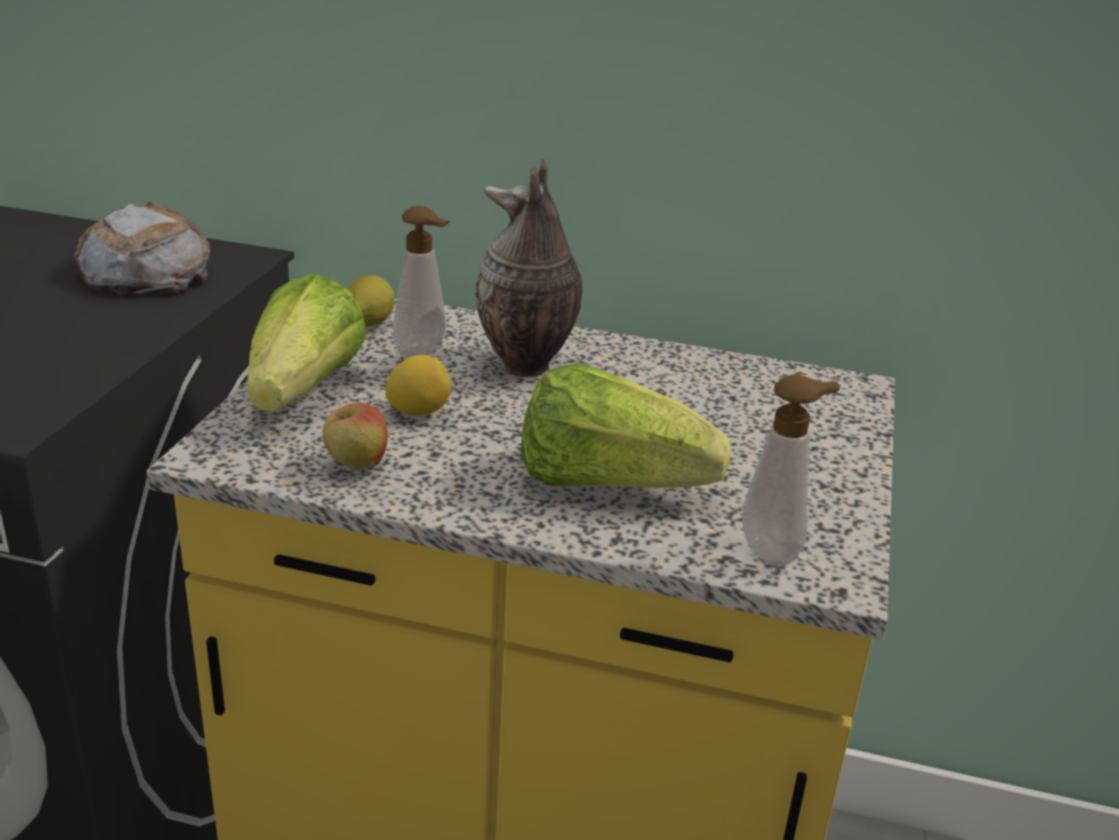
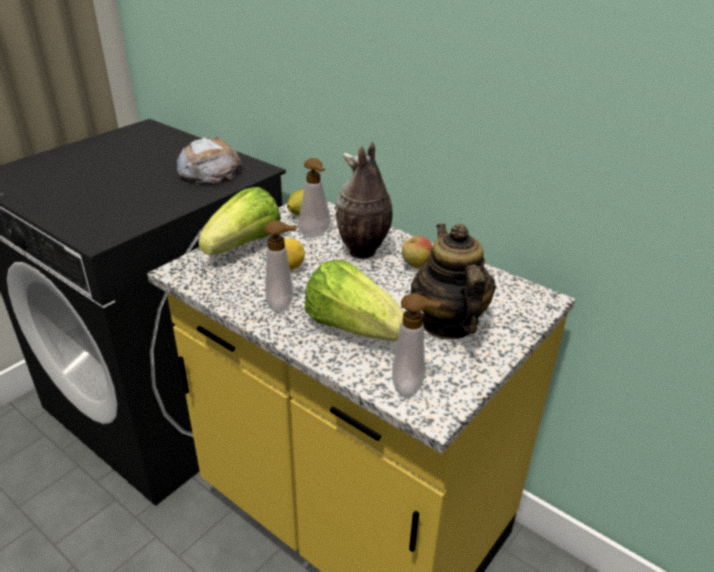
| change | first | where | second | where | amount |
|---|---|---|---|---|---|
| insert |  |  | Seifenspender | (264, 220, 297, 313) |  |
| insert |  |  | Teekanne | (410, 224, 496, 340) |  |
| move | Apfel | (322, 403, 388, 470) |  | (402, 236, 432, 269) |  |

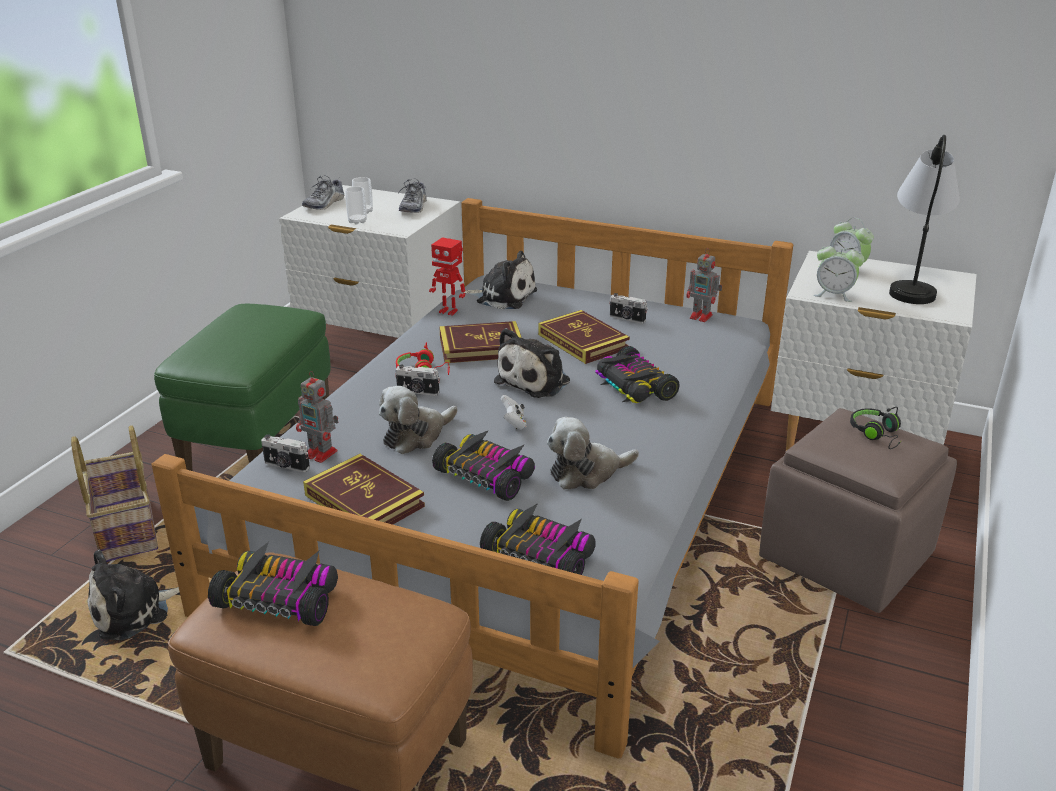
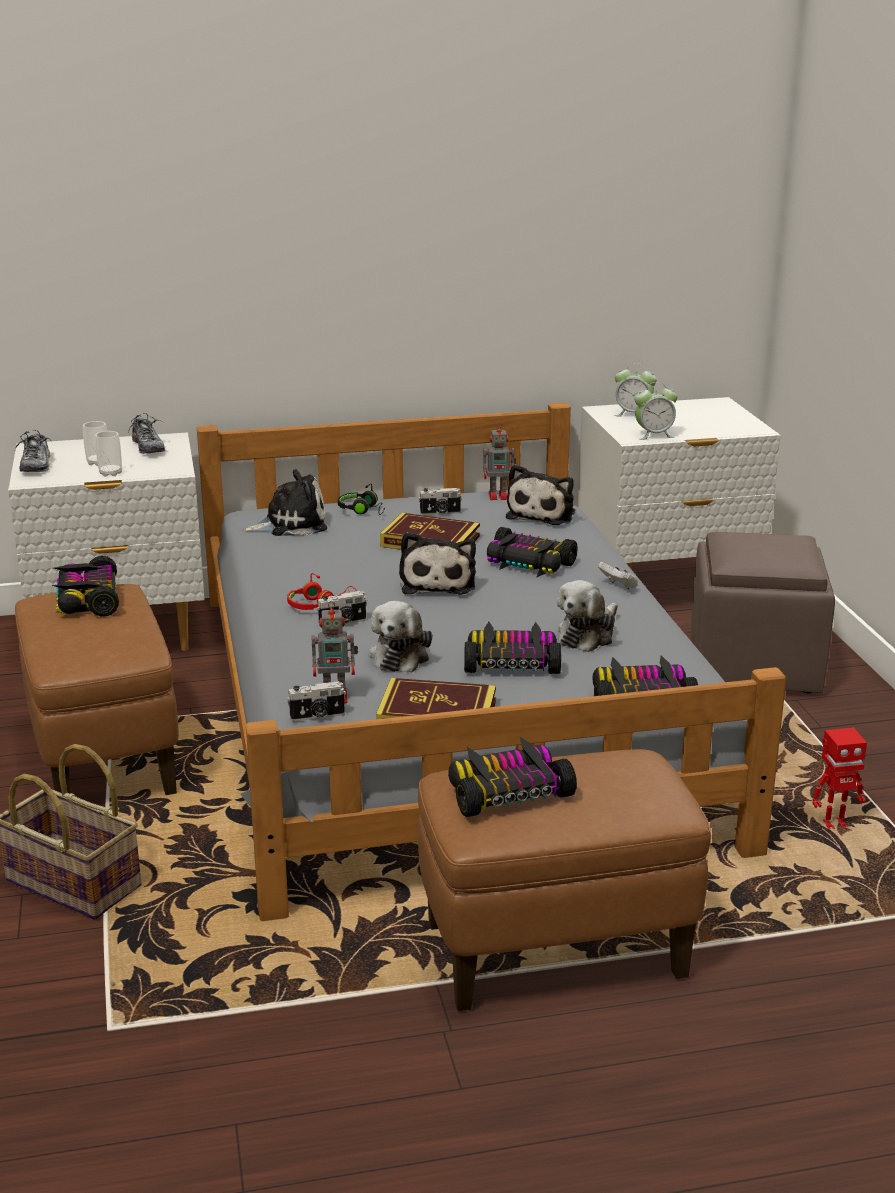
| change | first | where | second | where | amount |
|---|---|---|---|---|---|
| delete | Buch | (439, 321, 522, 363) |  |  |  |
| delete | Tischlampe | (889, 135, 960, 304) |  |  |  |
| insert |  |  | Spielzeugauto | (52, 556, 119, 617) |  |
| move | Plüschtier | (88, 550, 180, 640) |  | (506, 464, 575, 525) |  |
| move | Spielzeugroboter | (429, 237, 465, 316) |  | (813, 727, 867, 829) |  |
| move | Gamepad/weiß | (501, 395, 527, 430) |  | (598, 562, 638, 589) |  |
| move | Kopfhörer/schwarz | (850, 407, 902, 449) |  | (338, 484, 385, 515) |  |
| recolor | Polsterhocker/grün | (154, 304, 331, 471) | Polsterhocker/braun | (15, 584, 179, 795) |  |

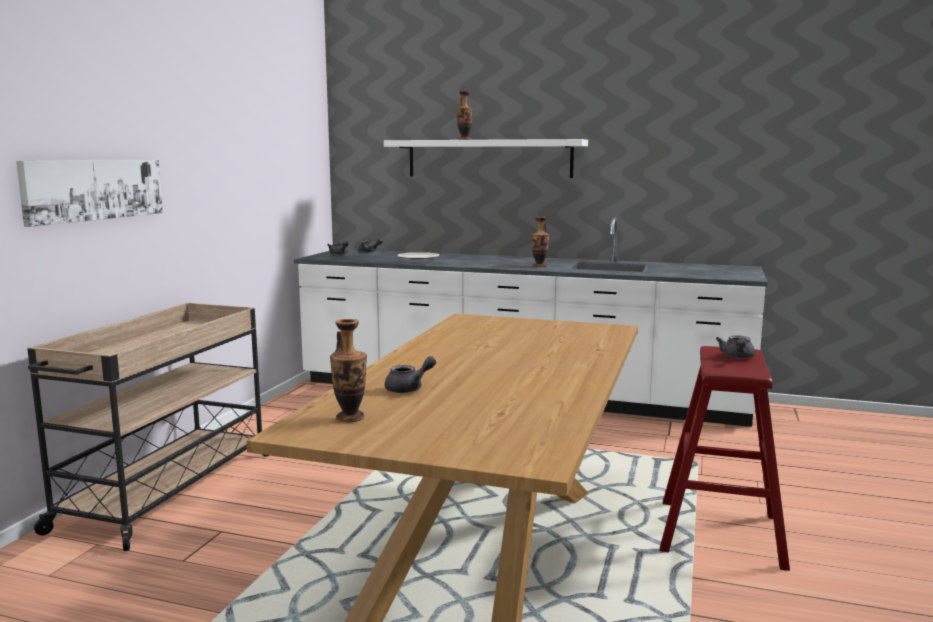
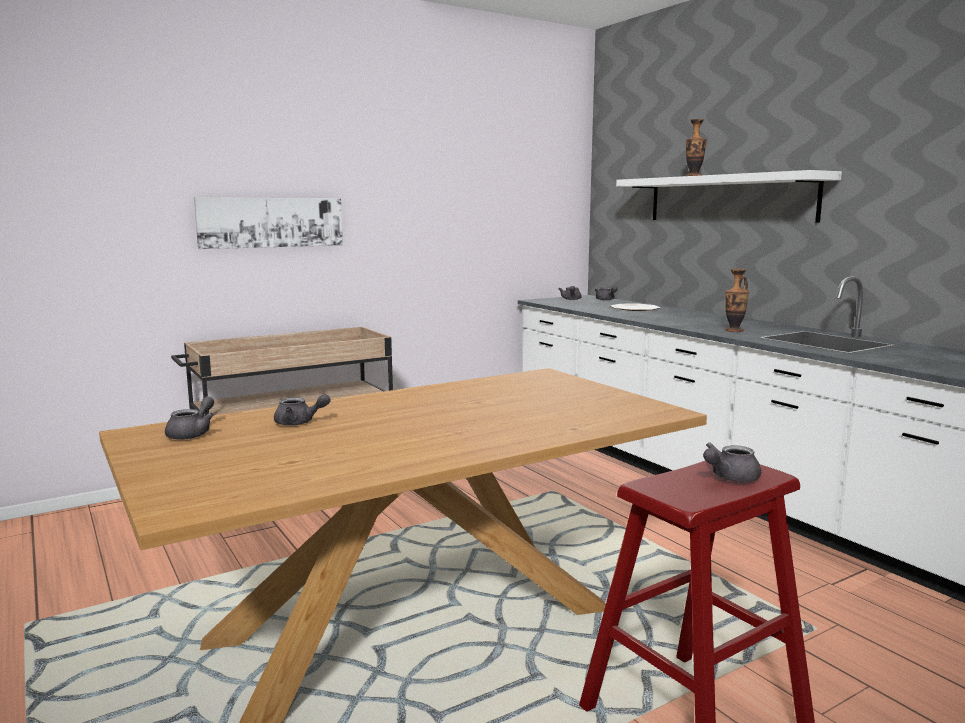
| change | first | where | second | where | amount |
|---|---|---|---|---|---|
| replace | Vase | (330, 319, 367, 422) | Teekanne/grau | (165, 396, 214, 440) |  |

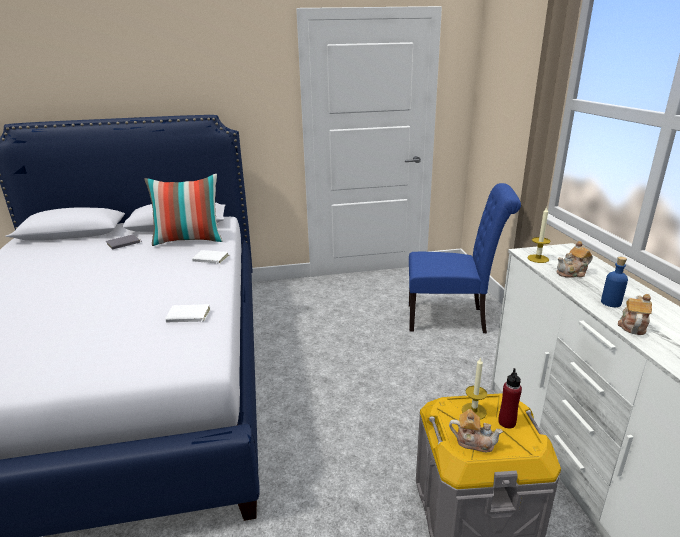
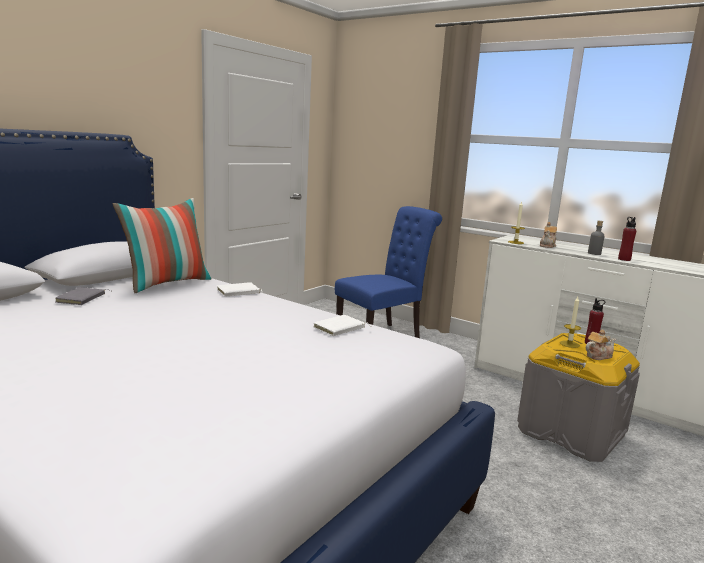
| change | first | where | second | where | amount |
|---|---|---|---|---|---|
| replace | Teekanne | (618, 294, 652, 335) | Flasche/rot | (618, 217, 636, 261) |  |
| recolor | Flasche/blau | (601, 257, 628, 307) | Flasche/grau | (588, 221, 604, 255) |  |

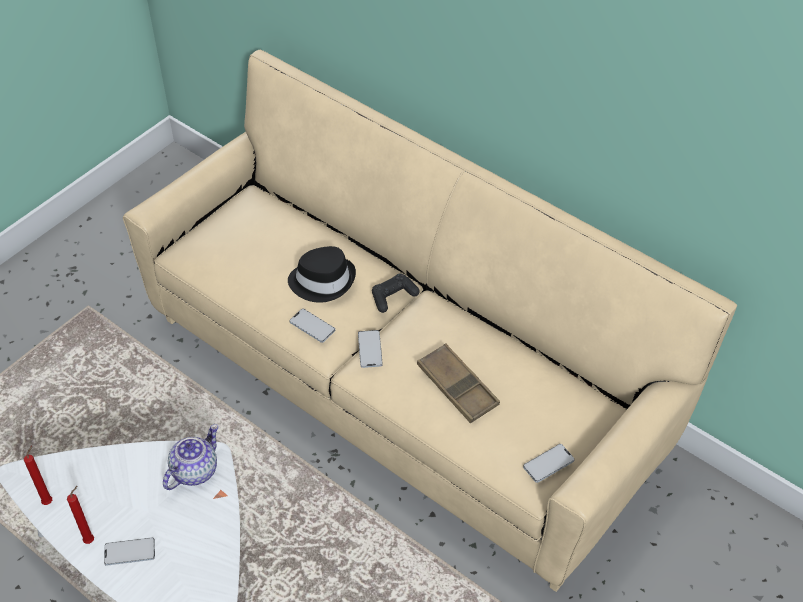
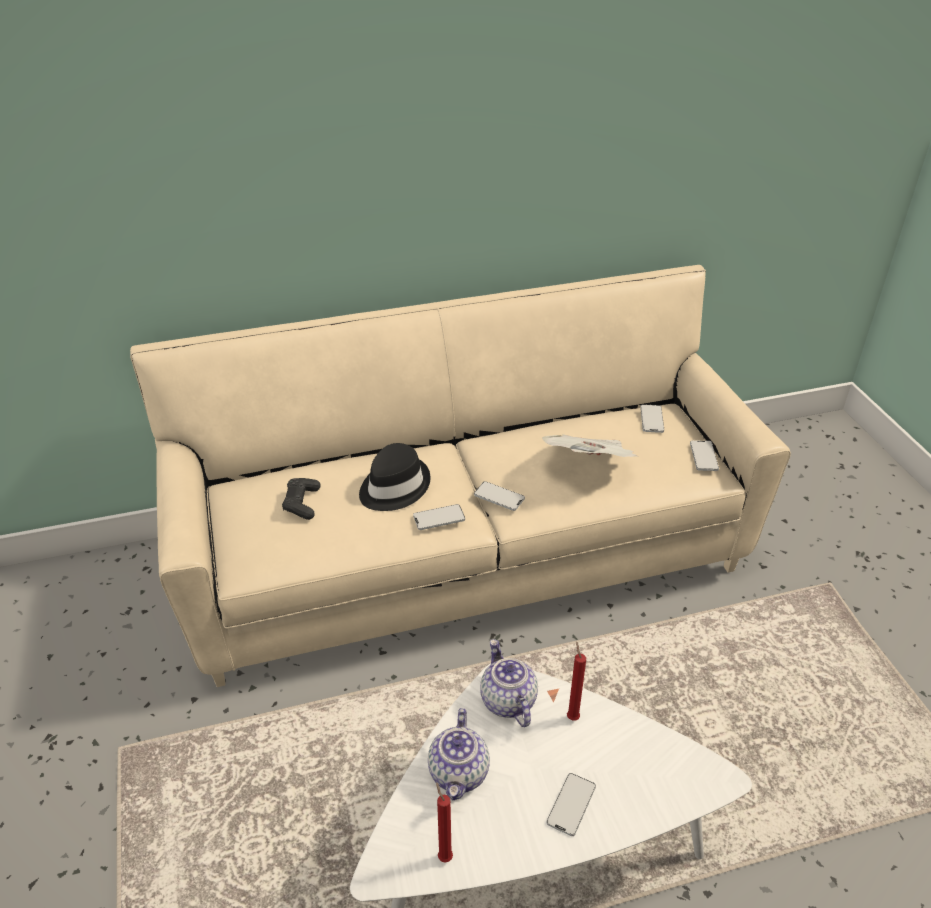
| change | first | where | second | where | amount |
|---|---|---|---|---|---|
| insert |  |  | Teekanne | (428, 708, 490, 800) |  |
| insert |  |  | Handy | (640, 404, 664, 433) |  |
| move | Kerze/rot | (67, 486, 94, 544) |  | (567, 642, 586, 721) |  |
| move | Gamepad/schwarz | (372, 273, 420, 313) |  | (282, 478, 321, 520) |  |
| replace | Tablett/braun | (417, 343, 500, 424) | Zeitung | (542, 434, 638, 457) |  |

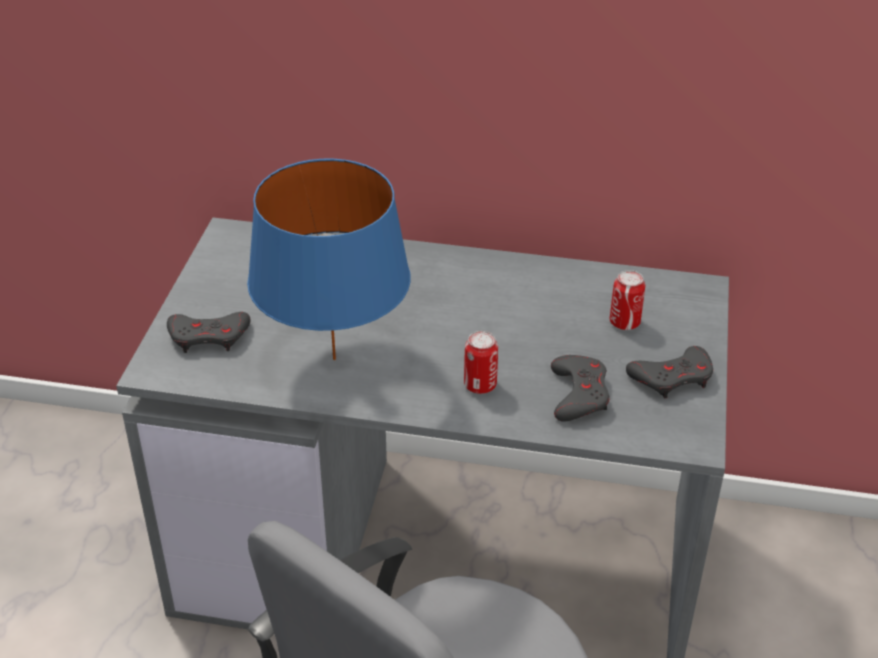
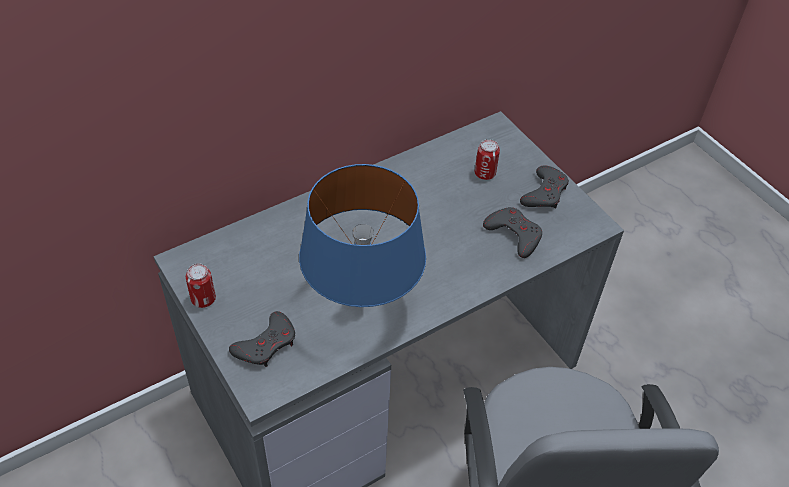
| change | first | where | second | where | amount |
|---|---|---|---|---|---|
| move | Dose | (464, 331, 498, 394) |  | (186, 263, 216, 308) |  |

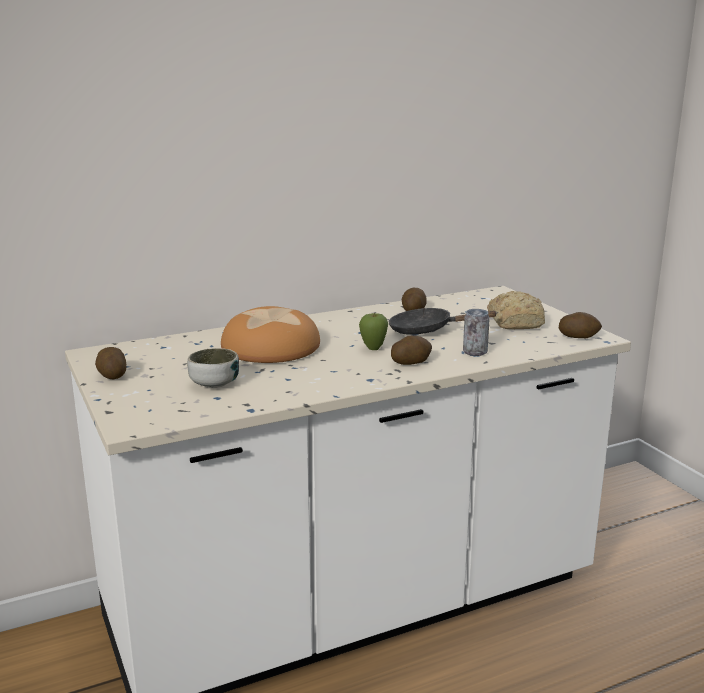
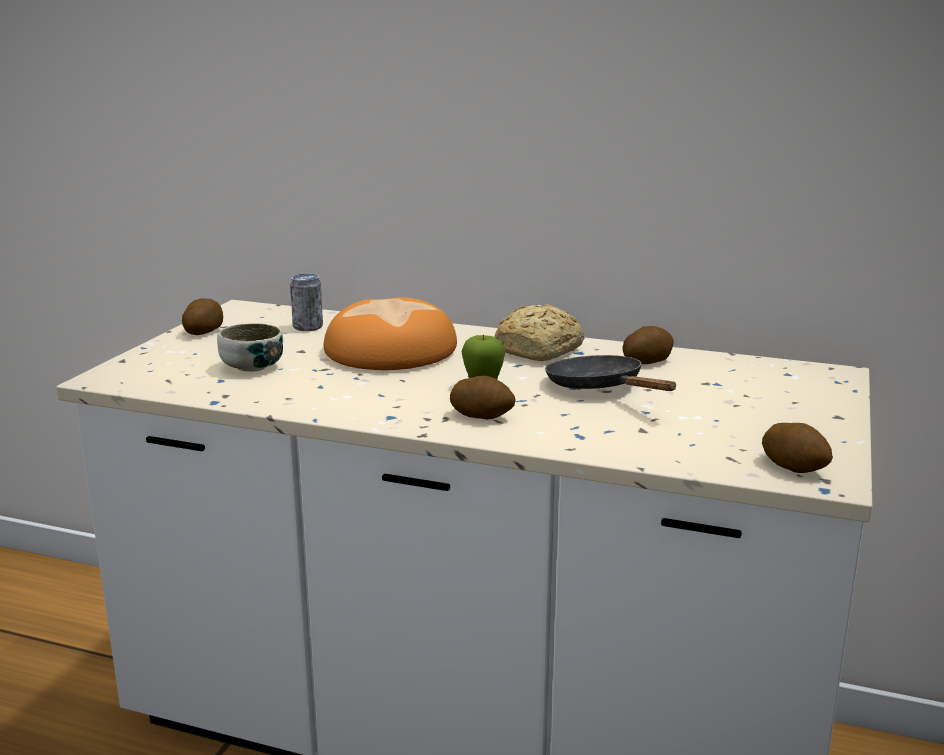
| change | first | where | second | where | amount |
|---|---|---|---|---|---|
| move | Dose | (463, 309, 490, 356) |  | (290, 274, 323, 331) |  |
| move | Brot | (487, 291, 545, 329) |  | (495, 304, 584, 361) |  |

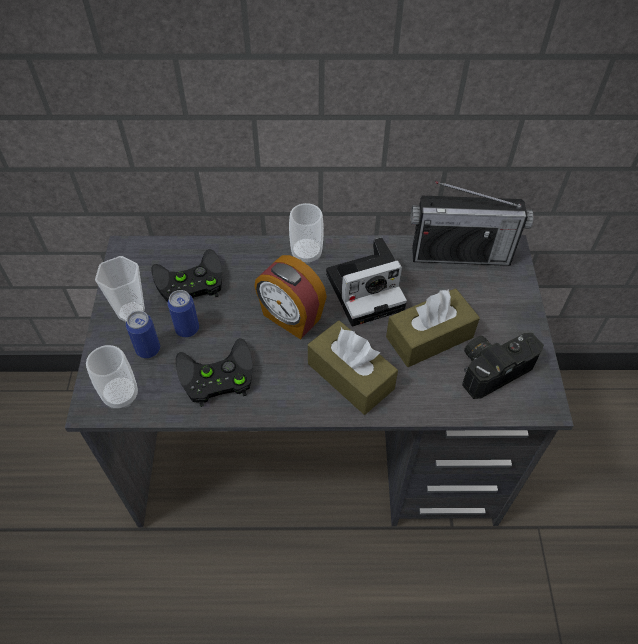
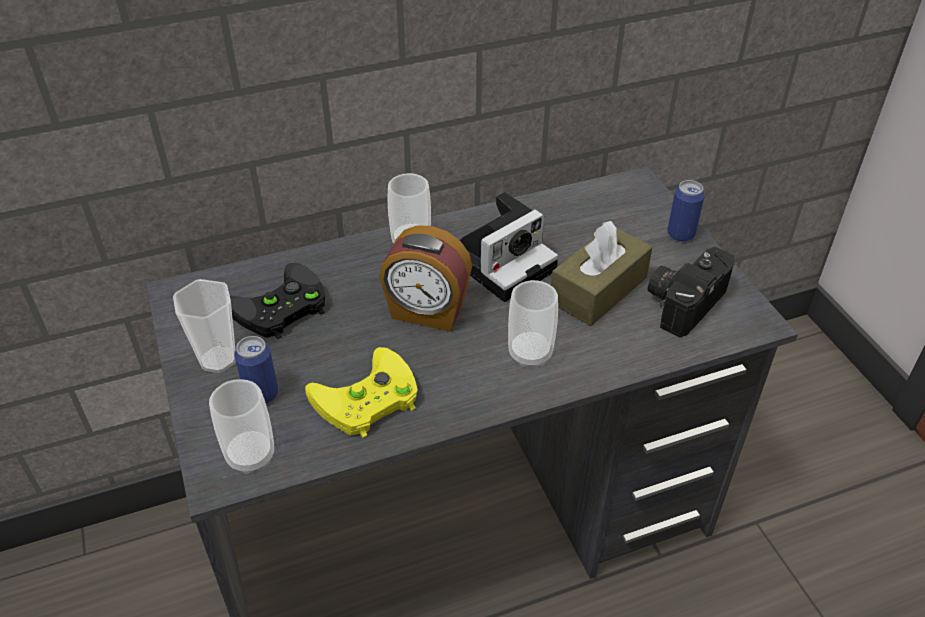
| change | first | where | second | where | amount |
|---|---|---|---|---|---|
| delete | Radio | (411, 181, 533, 266) |  |  |  |
| move | Dose | (168, 290, 199, 337) |  | (667, 180, 705, 242) |  |
| replace | Taschentuchbox/braun | (308, 320, 398, 415) | Tasse | (508, 280, 558, 367) |  |
| recolor | Gamepad/schwarz | (176, 338, 253, 407) | Gamepad/gelb | (305, 347, 418, 438) |  |

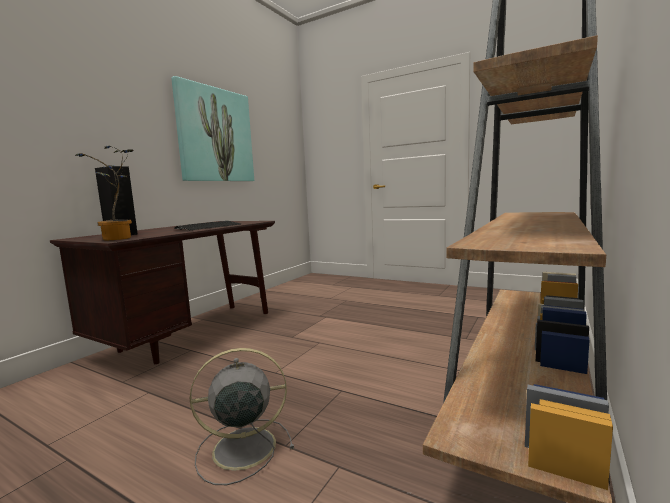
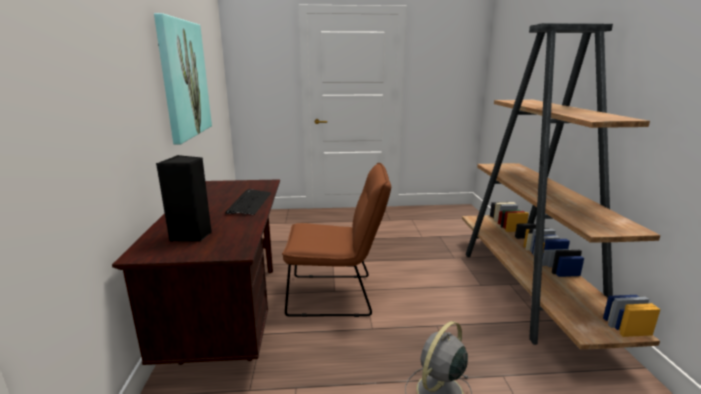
| change | first | where | second | where | amount |
|---|---|---|---|---|---|
| delete | Topfpflanze | (75, 146, 133, 240) |  |  |  |
| insert |  |  | Stuhl/braun | (282, 163, 391, 317) |  |

